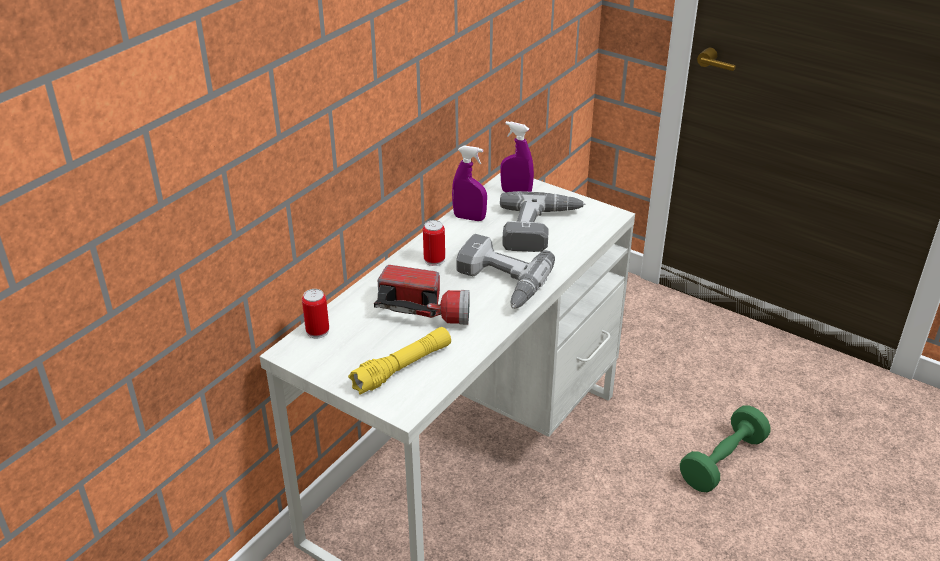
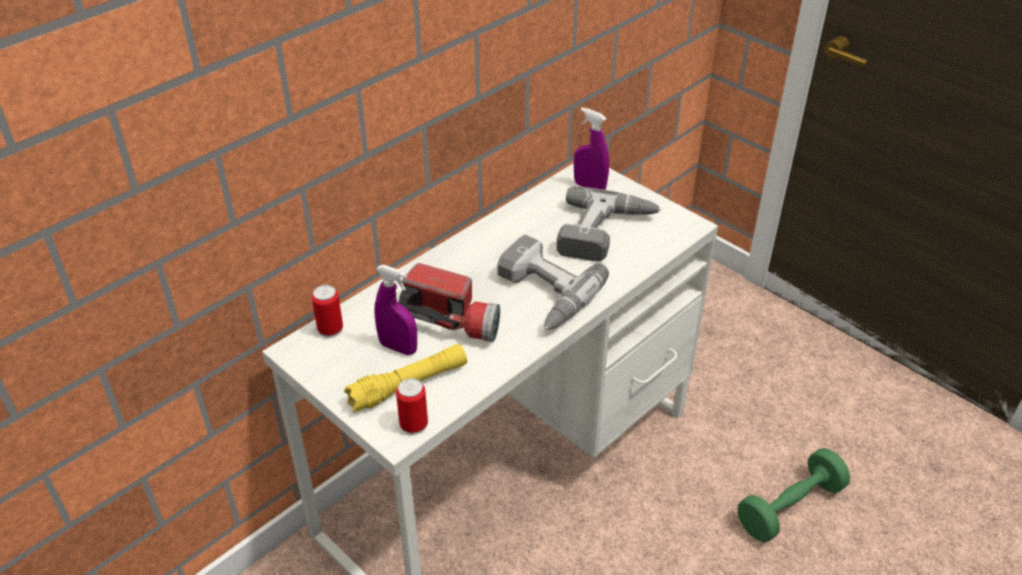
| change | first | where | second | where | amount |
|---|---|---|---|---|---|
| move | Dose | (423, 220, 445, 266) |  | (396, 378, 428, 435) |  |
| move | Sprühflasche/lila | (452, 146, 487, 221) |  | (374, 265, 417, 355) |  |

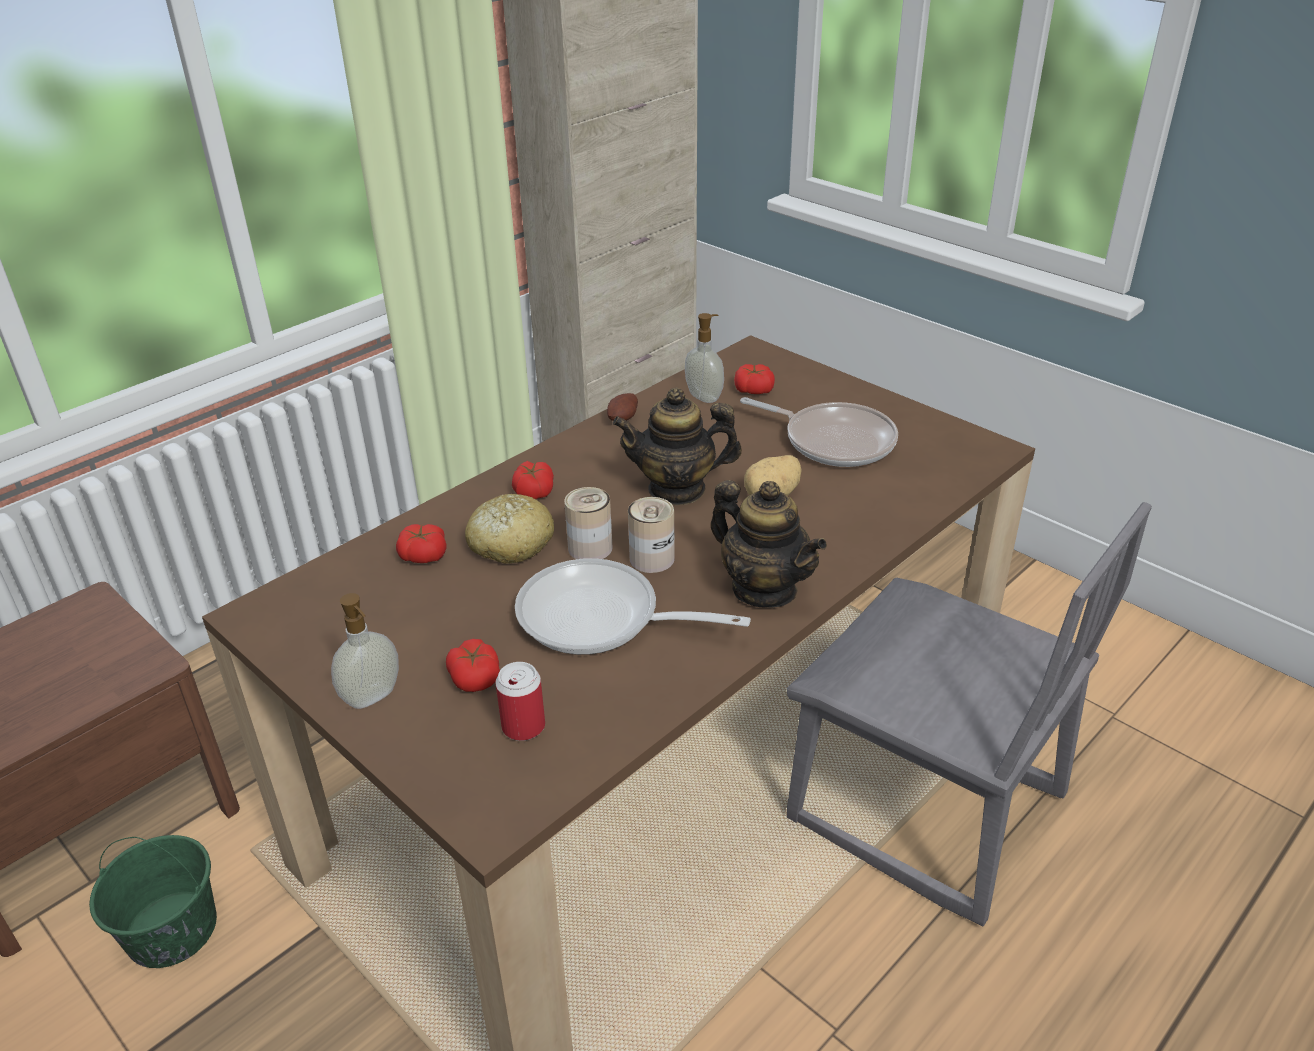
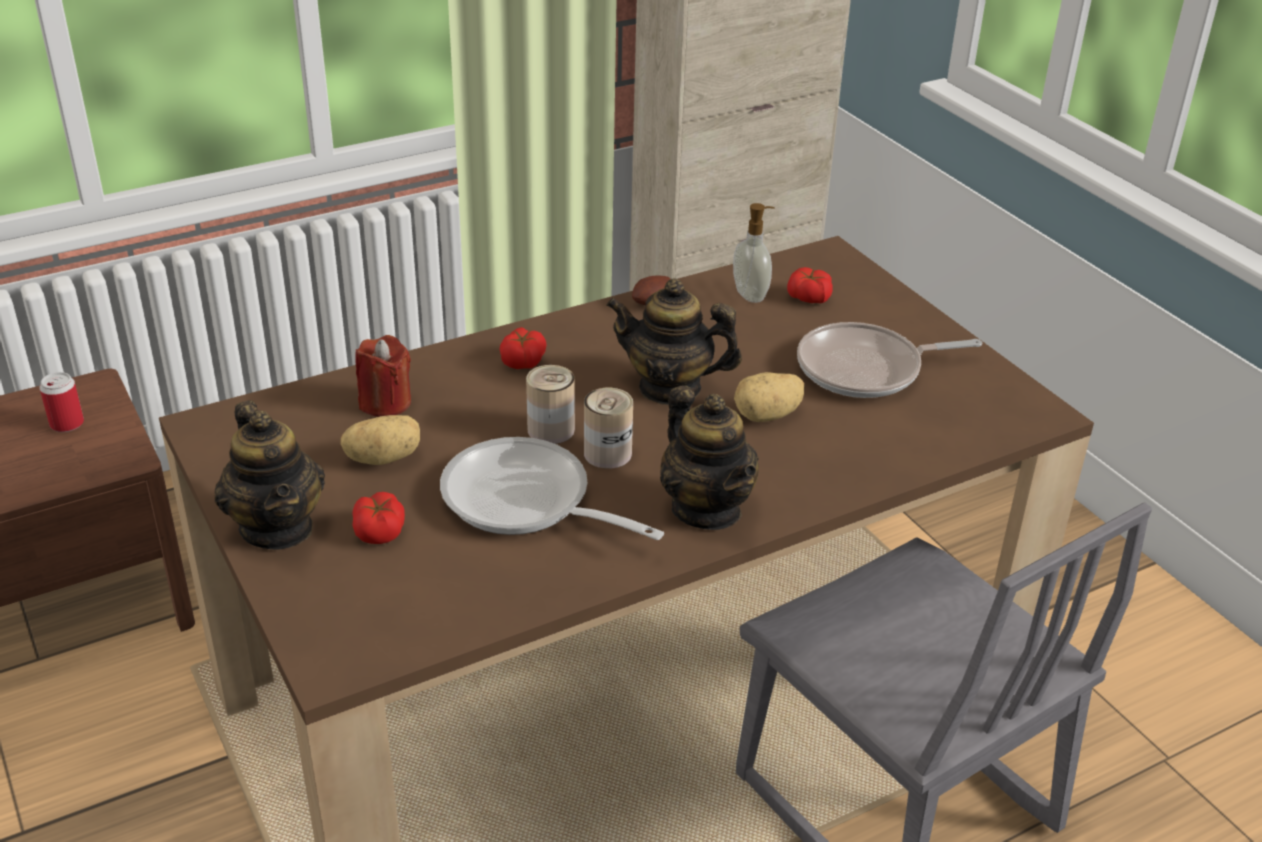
| change | first | where | second | where | amount |
|---|---|---|---|---|---|
| delete | Eimer/grün | (89, 835, 217, 968) |  |  |  |
| delete | Brot | (465, 494, 554, 564) |  |  |  |
| insert |  |  | Kartoffel | (341, 415, 420, 465) |  |
| move | Dose | (496, 662, 545, 741) |  | (40, 372, 84, 432) |  |
| replace | Seifenspender | (331, 593, 399, 709) | Teekanne | (215, 400, 325, 550) |  |
| replace | Tomate | (396, 524, 446, 563) | Kerze/rot | (356, 335, 411, 417) |  |
| rotate | Pfanne | (740, 397, 898, 467) |  | (797, 322, 982, 398) | 120 degrees clockwise |

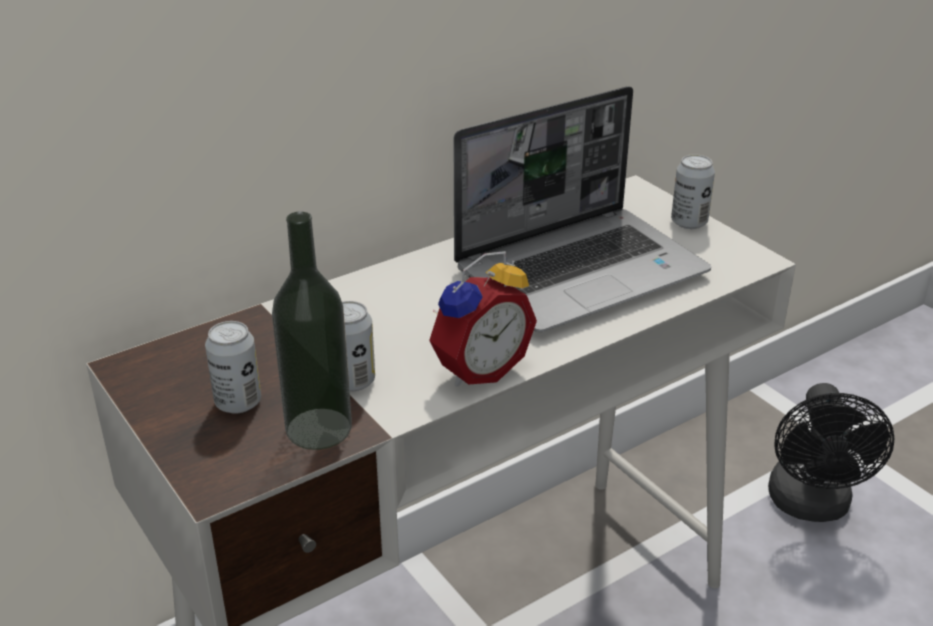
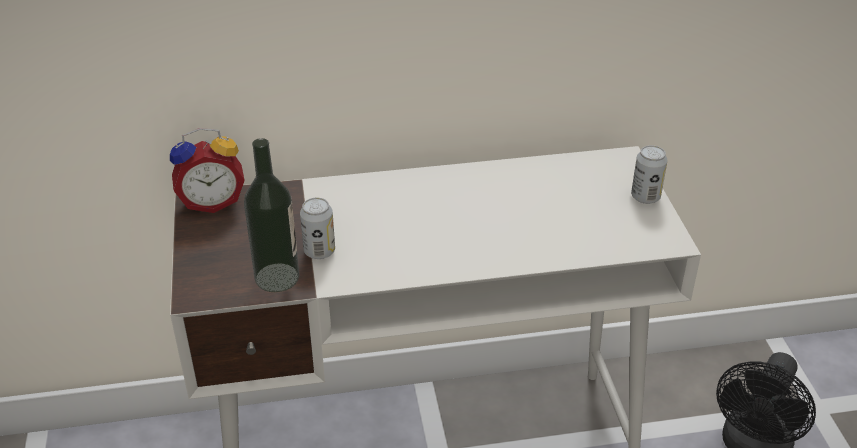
| change | first | where | second | where | amount |
|---|---|---|---|---|---|
| delete | Dose | (205, 321, 261, 414) |  |  |  |
| delete | Laptop | (454, 86, 711, 332) |  |  |  |
| move | Wecker | (429, 251, 537, 387) |  | (170, 128, 245, 213) |  |

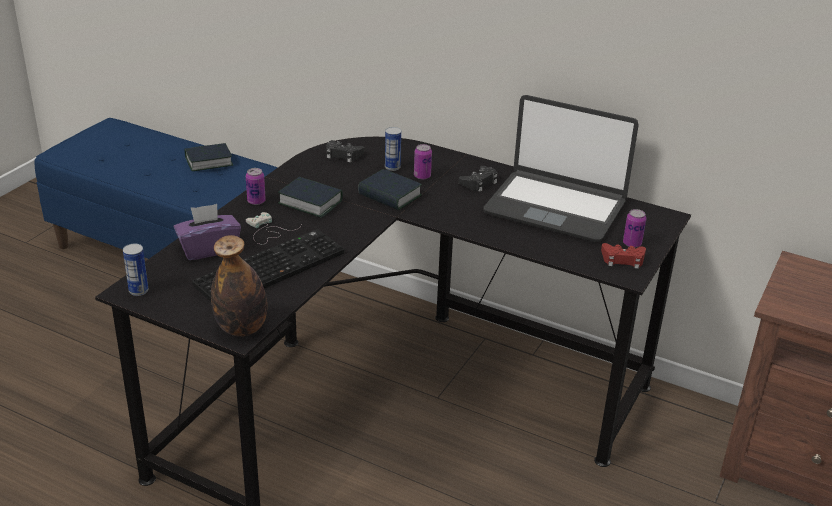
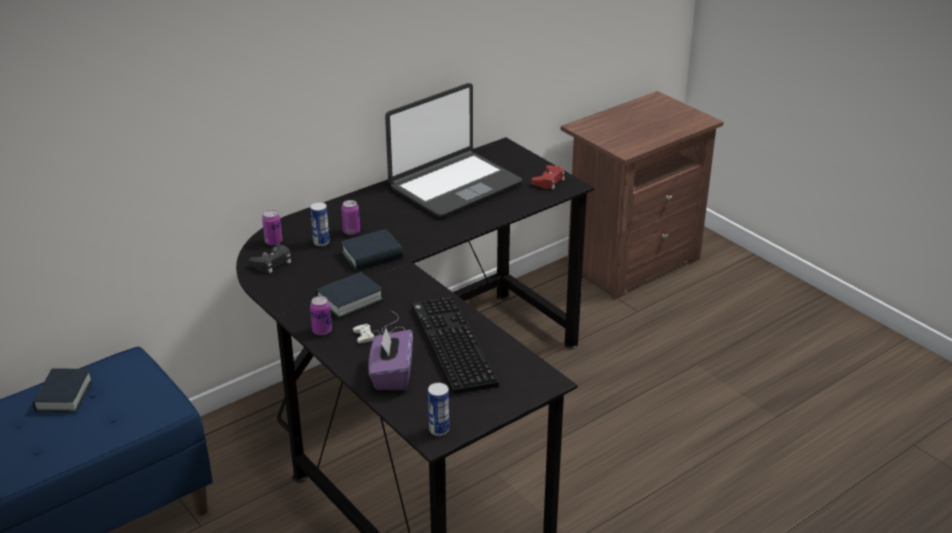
| change | first | where | second | where | amount |
|---|---|---|---|---|---|
| delete | Flasche | (211, 235, 267, 337) |  |  |  |
| delete | Gamepad/schwarz | (459, 166, 497, 192) |  |  |  |
| move | Dose | (623, 209, 646, 248) |  | (262, 210, 282, 245) |  |

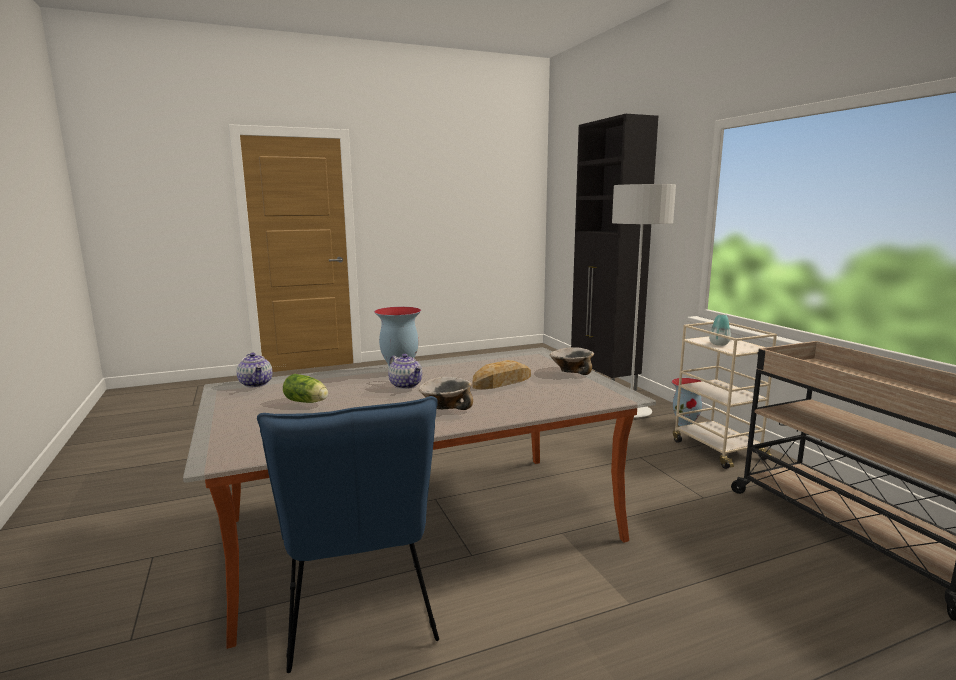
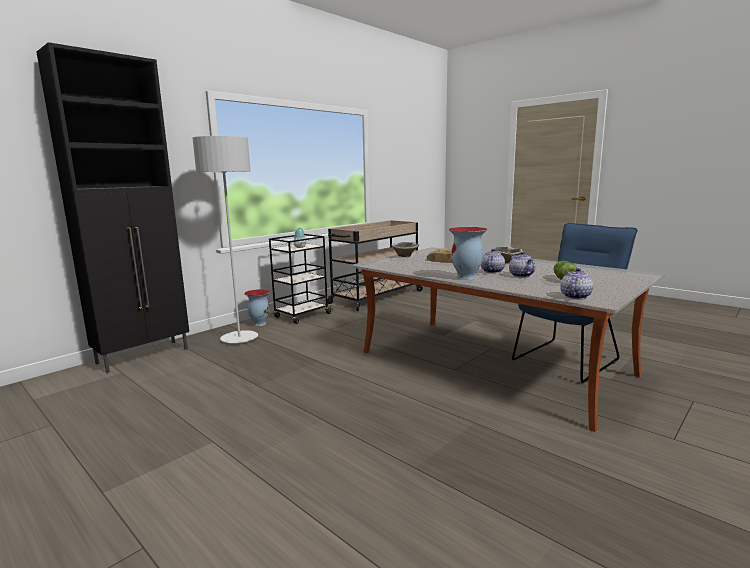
| change | first | where | second | where | amount |
|---|---|---|---|---|---|
| insert |  |  | Teekanne | (509, 252, 536, 277) |  |
| recolor | Rollwagen/beige | (673, 322, 777, 469) | Rollwagen/schwarz | (269, 234, 333, 324) |  |

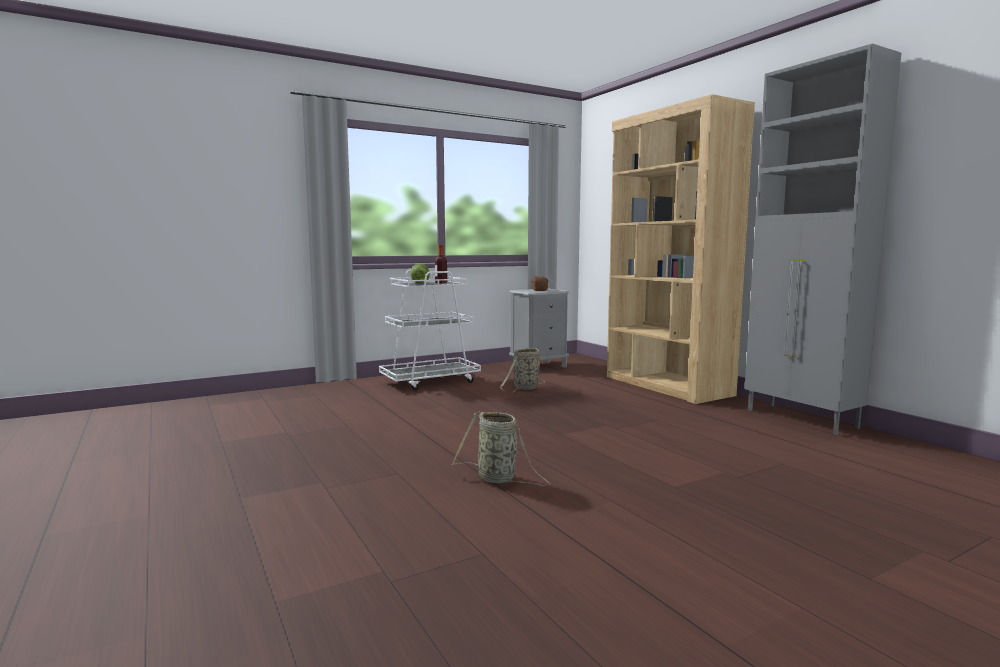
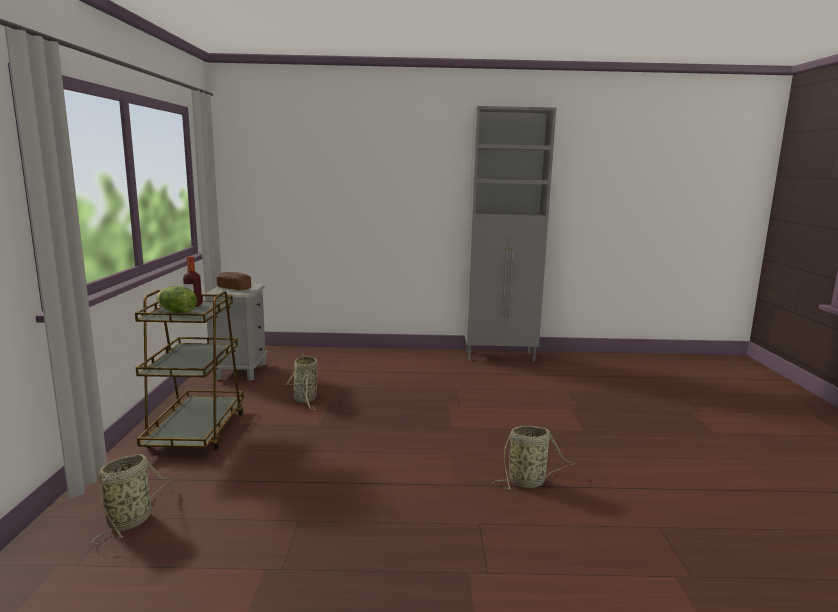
| change | first | where | second | where | amount |
|---|---|---|---|---|---|
| delete | Bücherregal/braun | (607, 94, 755, 404) |  |  |  |
| insert |  |  | Korb | (92, 454, 173, 544) |  |
| recolor | Rollwagen/weiß | (379, 270, 481, 390) | Rollwagen/braun | (135, 290, 244, 449) |  |

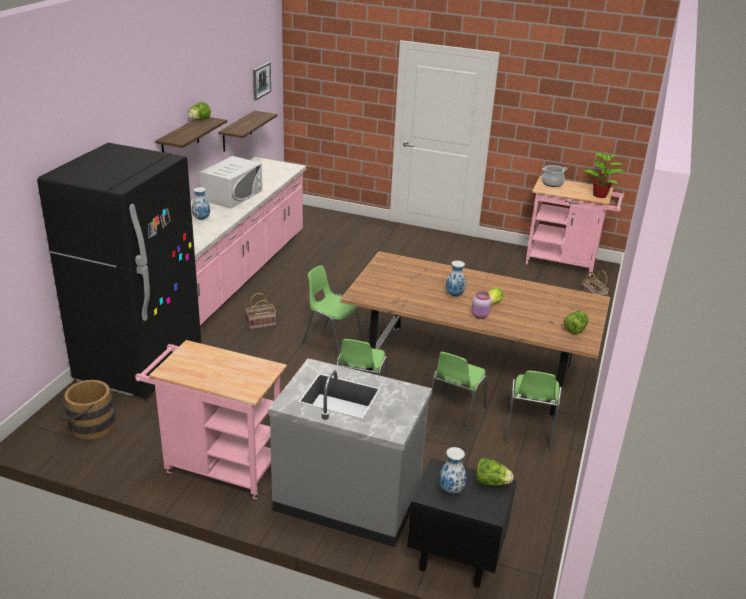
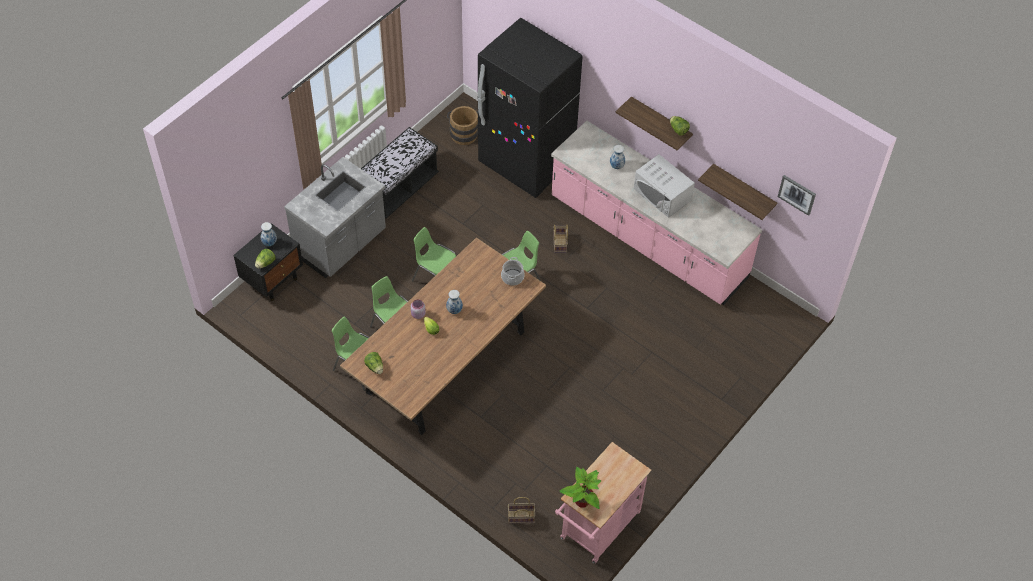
| change | first | where | second | where | amount |
|---|---|---|---|---|---|
| move | Kochtopf | (541, 165, 567, 187) |  | (501, 257, 525, 286) |  |
| replace | Rollwagen/rosa | (135, 340, 287, 500) | Bank/schwarz | (361, 127, 439, 219) |  |

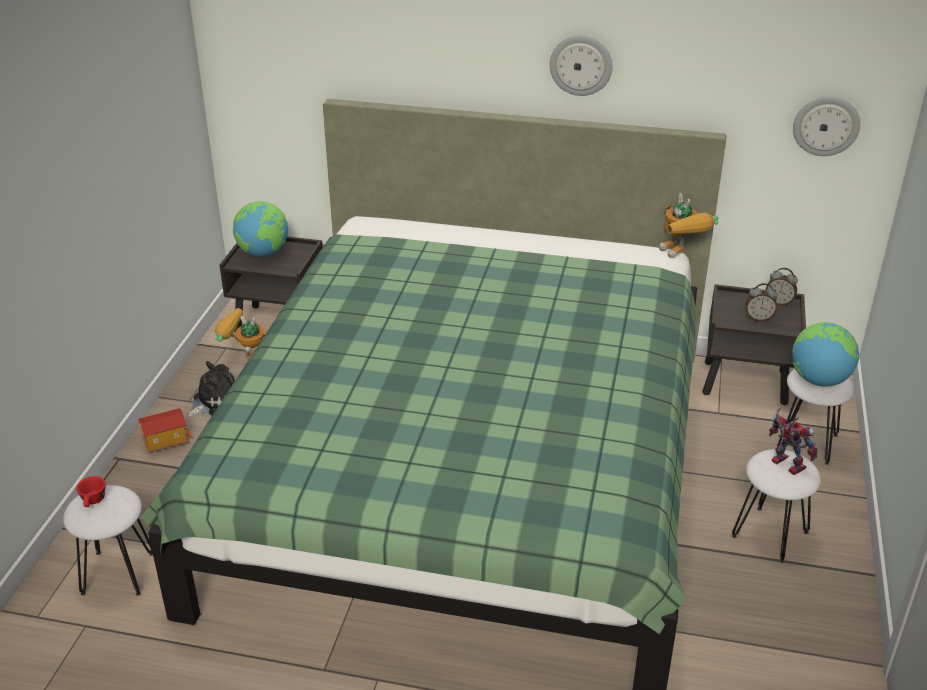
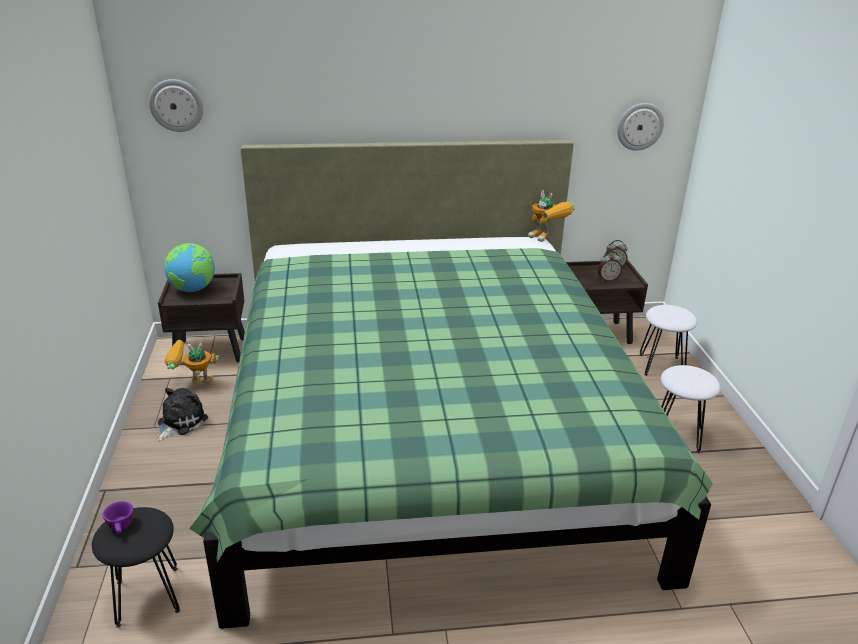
| change | first | where | second | where | amount |
|---|---|---|---|---|---|
| delete | Spielzeughaus | (138, 408, 193, 453) |  |  |  |
| delete | Spielzeugroboter | (769, 407, 818, 475) |  |  |  |
| delete | Globus | (792, 322, 859, 387) |  |  |  |
| move | Wanduhr | (550, 35, 613, 96) |  | (149, 79, 204, 132) |  |
| recolor | Hocker/weiß | (63, 485, 153, 596) | Hocker/schwarz | (92, 507, 180, 628) |  |
| recolor | Tasse/rot | (76, 476, 106, 507) | Tasse/lila | (102, 501, 133, 534) |  |

